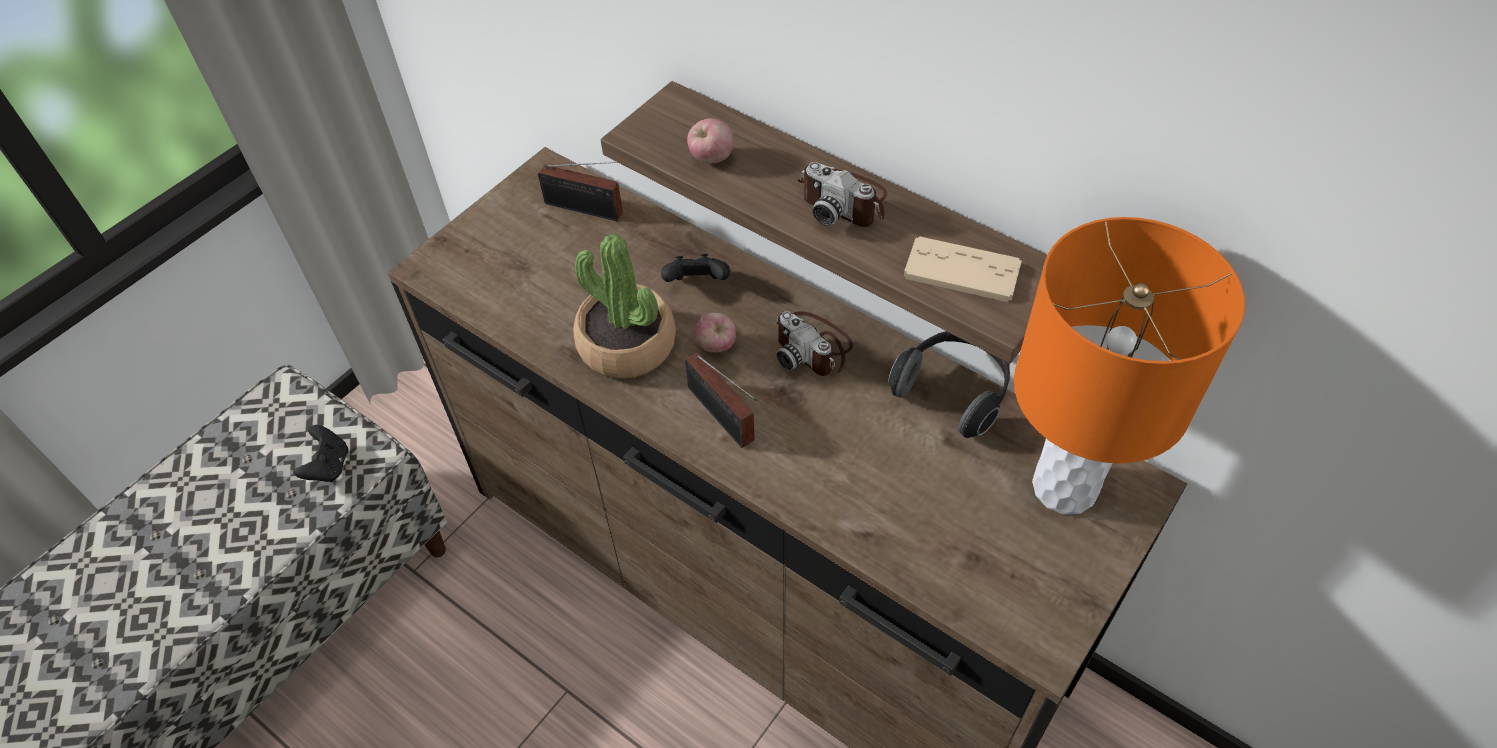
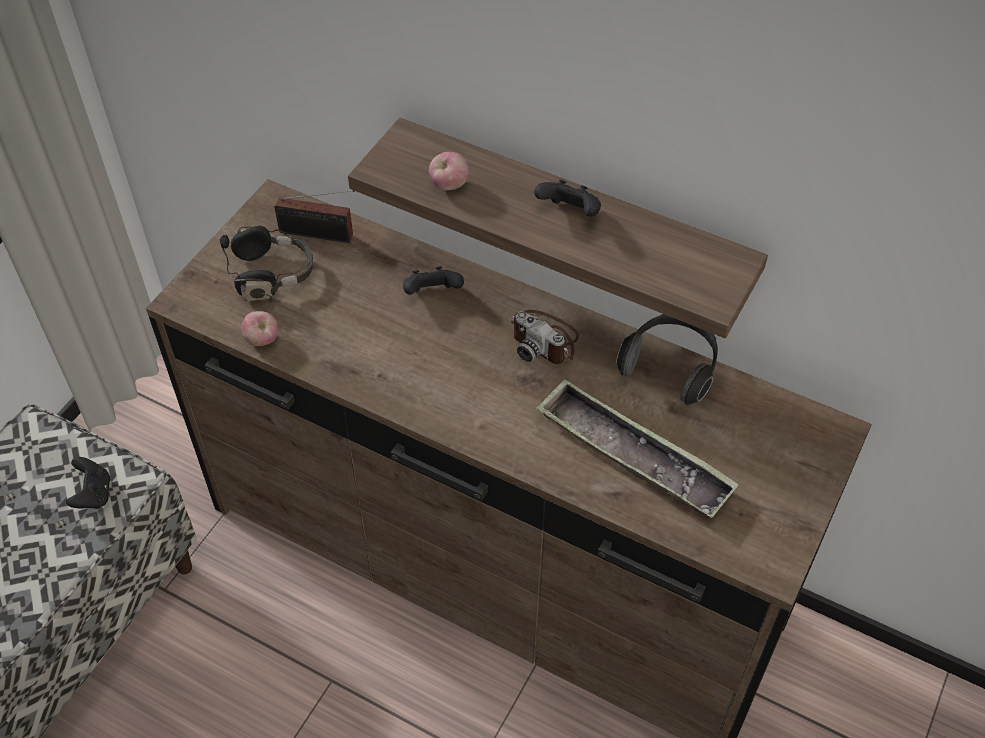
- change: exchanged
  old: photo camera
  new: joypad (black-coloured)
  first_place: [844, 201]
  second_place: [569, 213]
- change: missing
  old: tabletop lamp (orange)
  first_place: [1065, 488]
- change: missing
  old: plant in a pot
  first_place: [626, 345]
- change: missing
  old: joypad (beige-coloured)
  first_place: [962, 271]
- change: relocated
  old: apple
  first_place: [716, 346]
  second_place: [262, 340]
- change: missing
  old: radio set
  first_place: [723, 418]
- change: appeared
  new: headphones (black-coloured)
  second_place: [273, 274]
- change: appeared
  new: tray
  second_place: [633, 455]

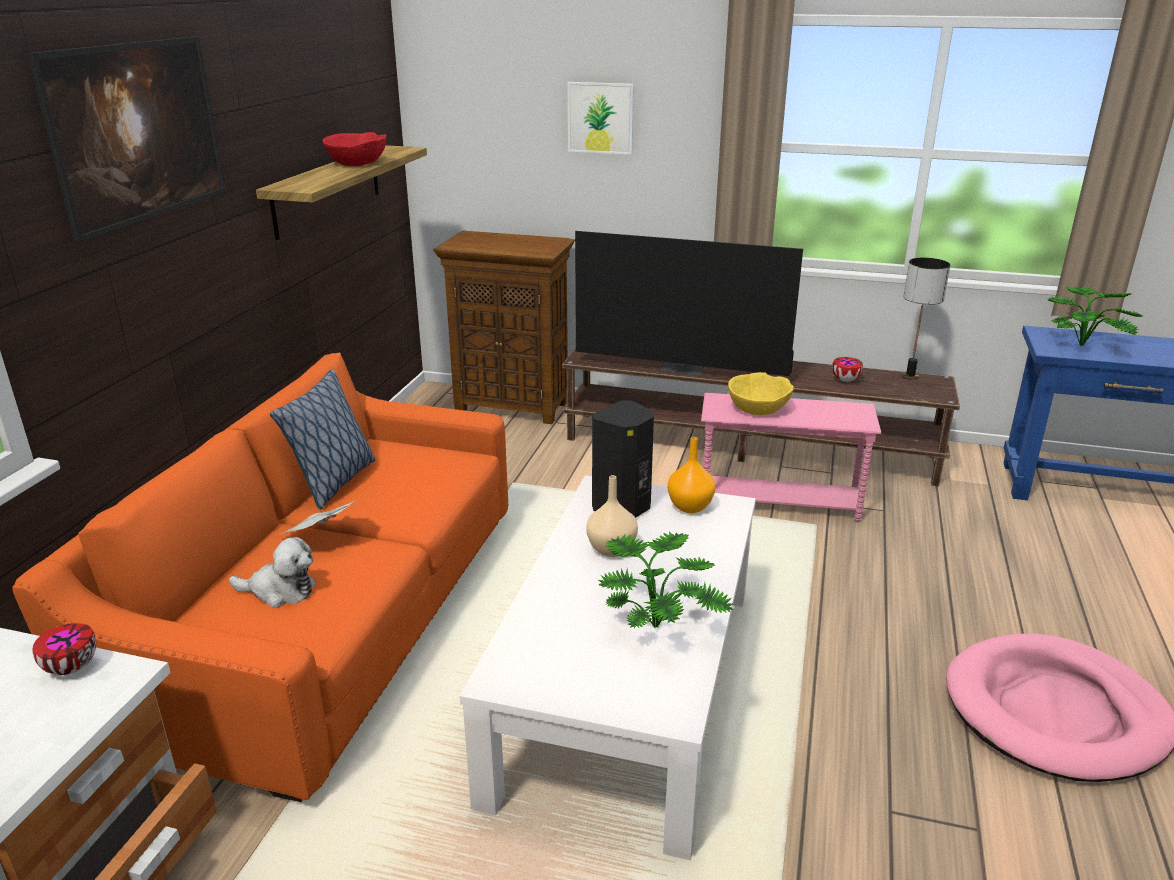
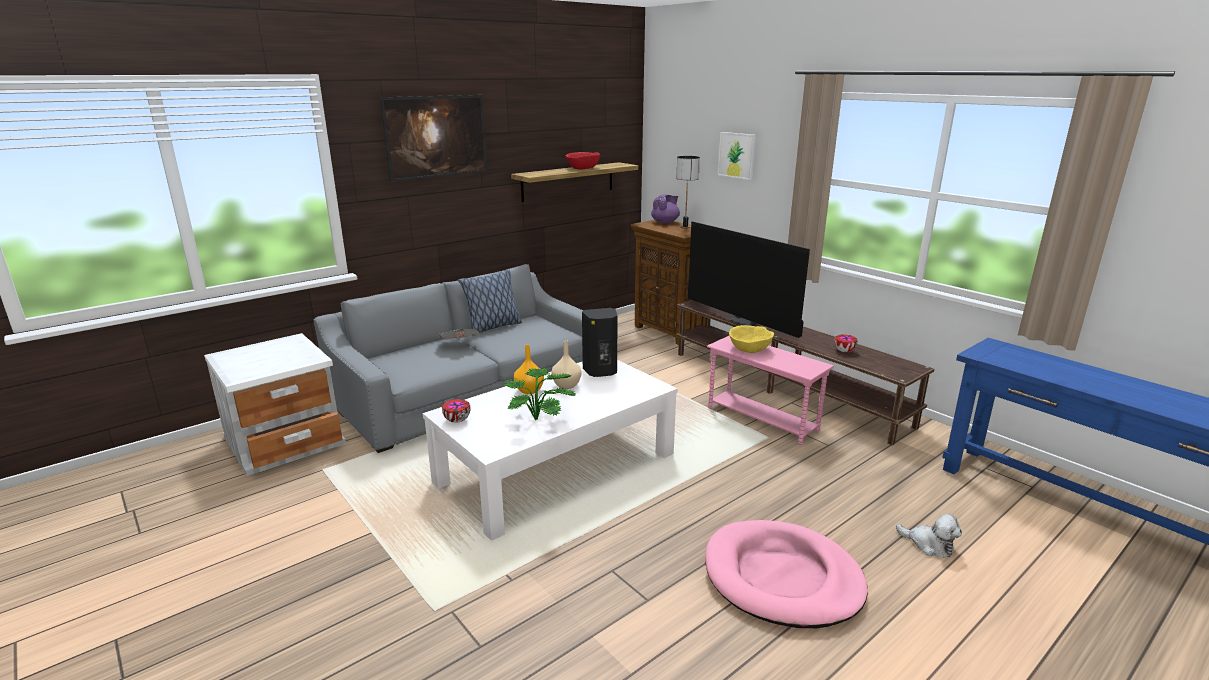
- change: relocated
  old: tabletop lamp
  first_place: [909, 376]
  second_place: [685, 227]
- change: missing
  old: plant in a pot
  first_place: [1086, 345]
- change: colour
  old: settee (orange)
  new: settee (grey)
  first_place: [330, 614]
  second_place: [470, 393]
- change: relocated
  old: vase (orange)
  first_place: [689, 506]
  second_place: [529, 390]
- change: relocated
  old: cuddly toy
  first_place: [280, 591]
  second_place: [929, 545]
- change: relocated
  old: bowl
  first_place: [71, 666]
  second_place: [457, 420]
- change: appeared
  new: pot for tea (purplish)
  second_place: [665, 222]

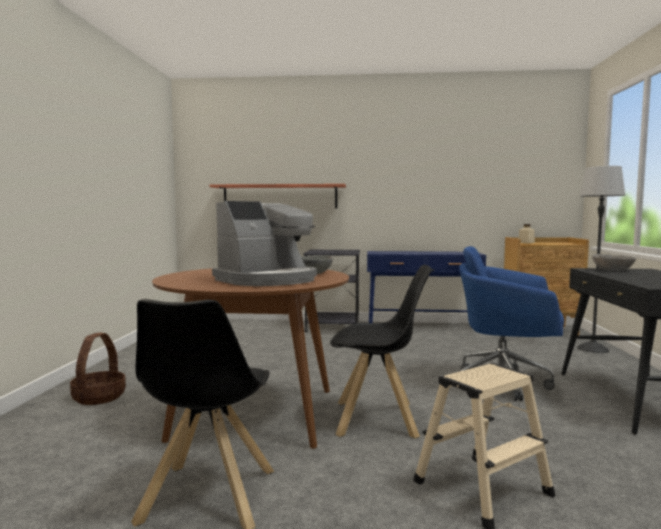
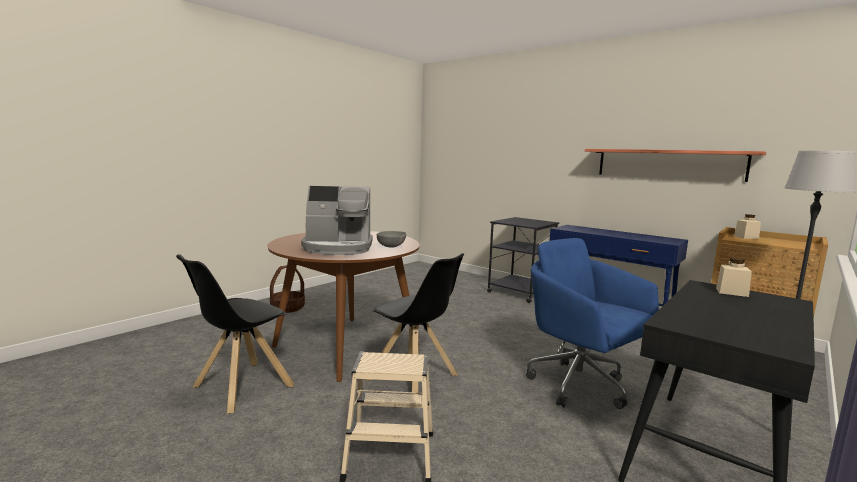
- change: relocated
  old: shelf
  first_place: [280, 196]
  second_place: [668, 164]
- change: exchanged
  old: bowl (grey)
  new: preserve jar (beige-coloured)
  first_place: [612, 270]
  second_place: [732, 292]

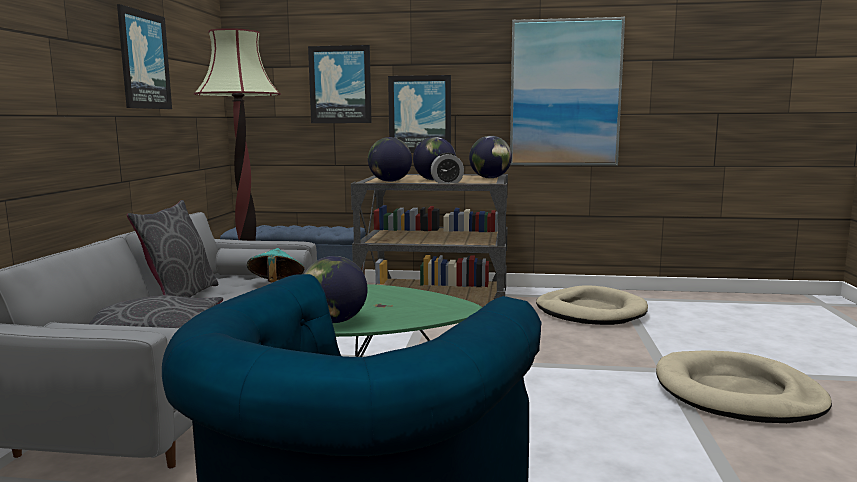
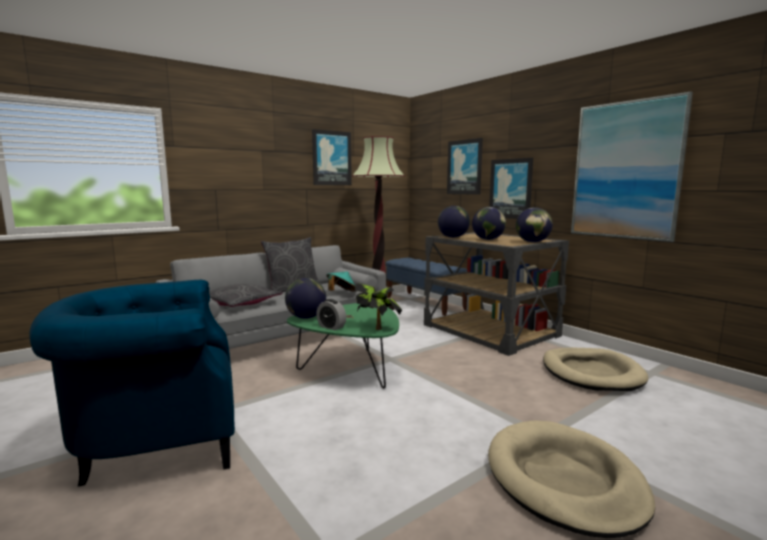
- change: relocated
  old: table clock
  first_place: [447, 182]
  second_place: [331, 327]
- change: appeared
  new: plant in a pot
  second_place: [377, 327]

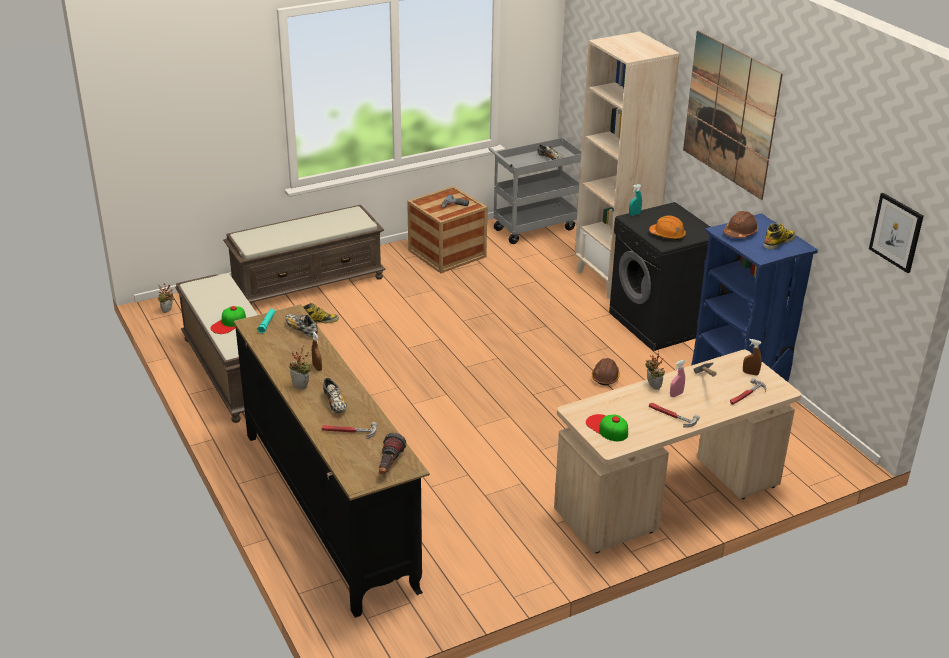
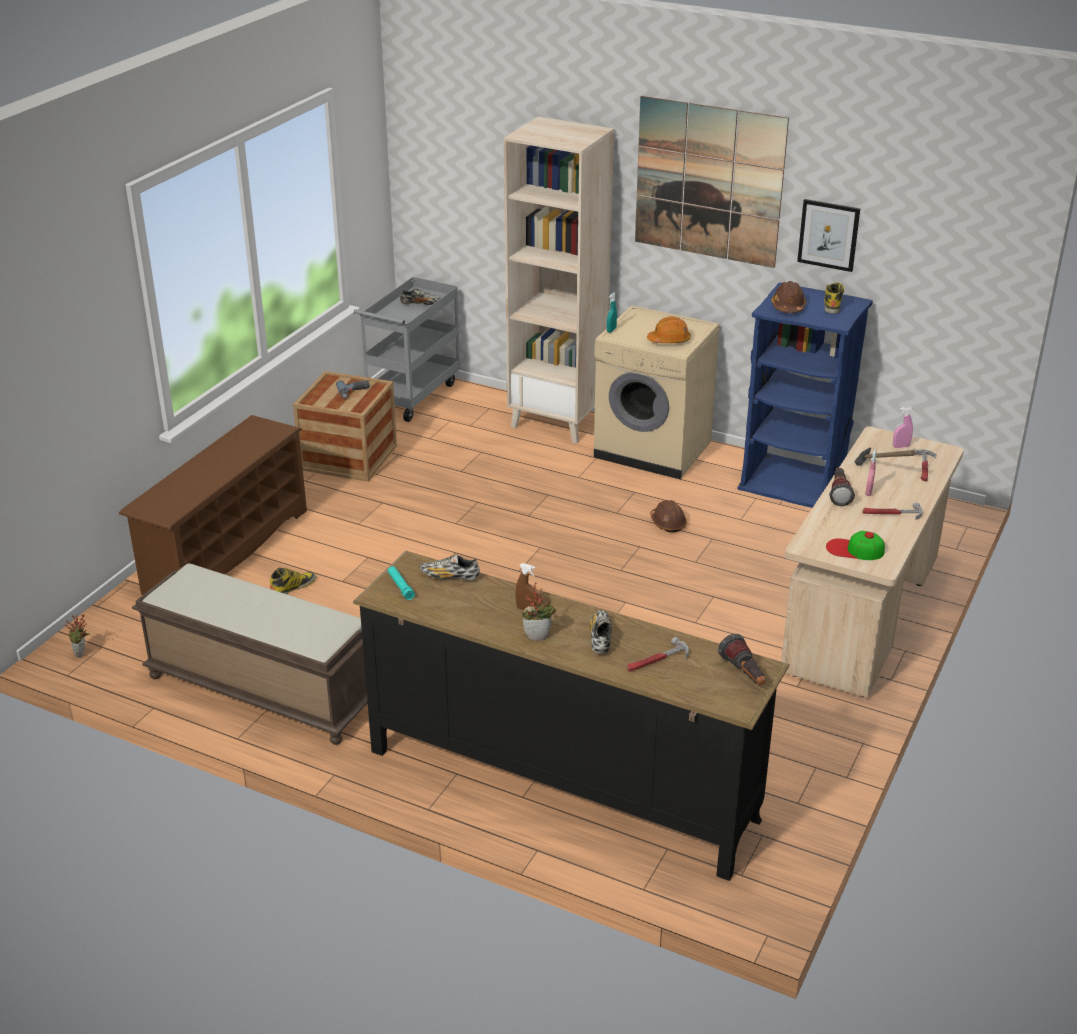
- change: relocated
  old: wall picture
  first_place: [896, 232]
  second_place: [828, 235]
- change: colour
  old: laundry machine (black-coloured)
  new: laundry machine (beige-coloured)
  first_place: [657, 324]
  second_place: [652, 451]
- change: exchanged
  old: long seat (brown)
  new: shoe stand (brown)
  first_place: [308, 283]
  second_place: [225, 550]
- change: missing
  old: peaked cap
  first_place: [229, 323]
- change: colour
  old: hand sprayer (brown)
  new: hand sprayer (pink)
  first_place: [750, 373]
  second_place: [900, 446]
- change: exchanged
  old: plant in a pot
  new: hand torch
  first_place: [652, 386]
  second_place: [839, 493]
- change: spun
  old: shoe
  first_place: [335, 403]
  second_place: [600, 638]
  degrees: -120

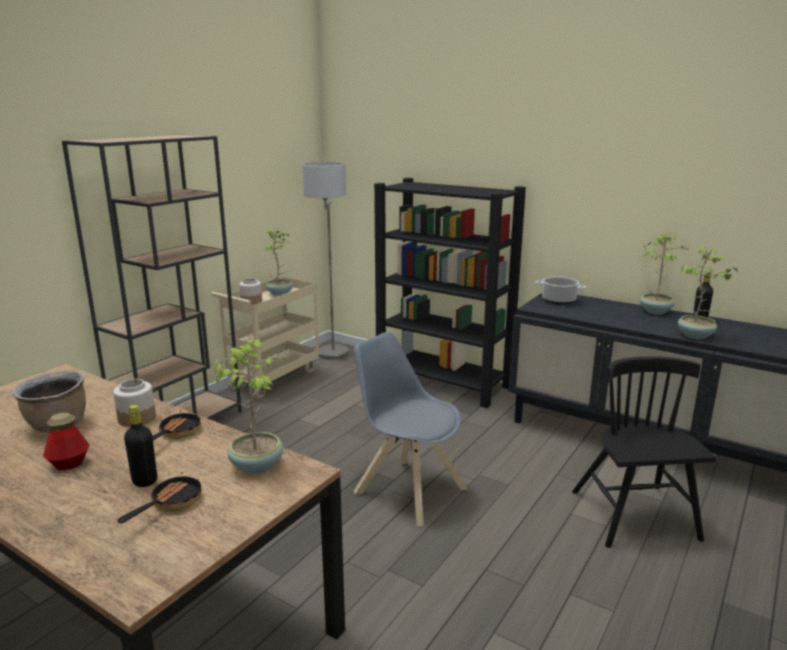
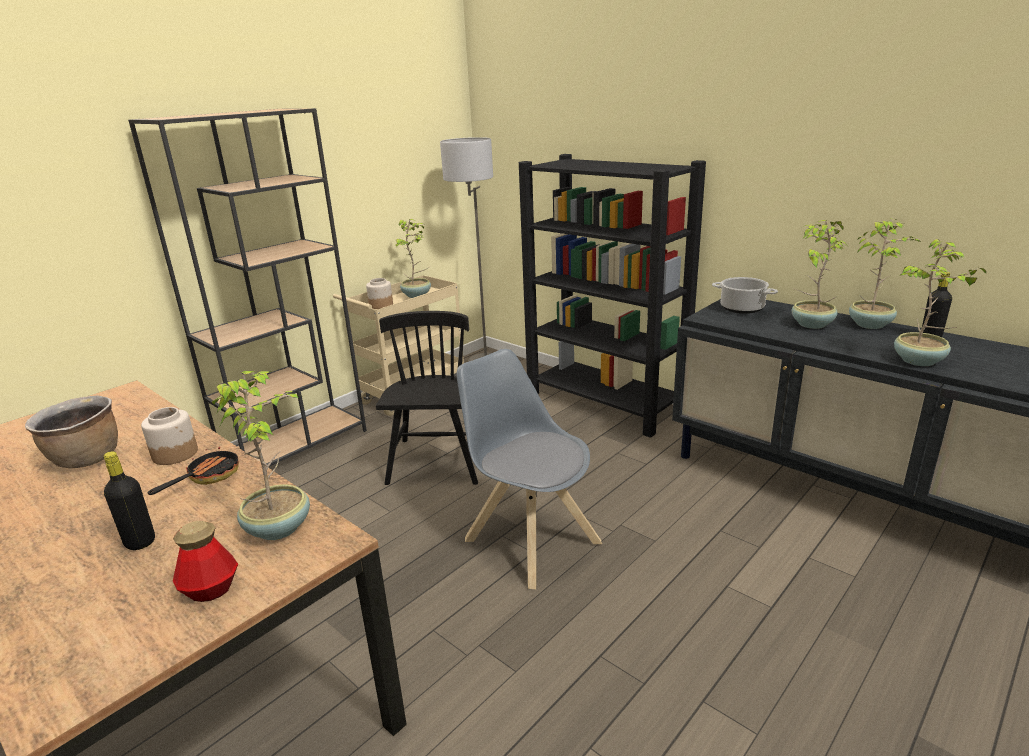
- change: relocated
  old: upright chair (black-coloured)
  first_place: [637, 519]
  second_place: [437, 464]
- change: relocated
  old: beverage bottle
  first_place: [69, 464]
  second_place: [211, 590]
- change: missing
  old: frying pan
  first_place: [170, 504]
- change: appeared
  new: plant in a pot
  second_place: [810, 324]

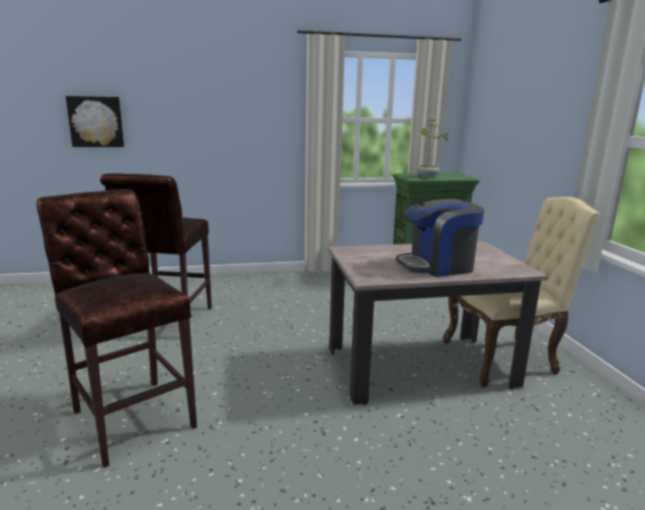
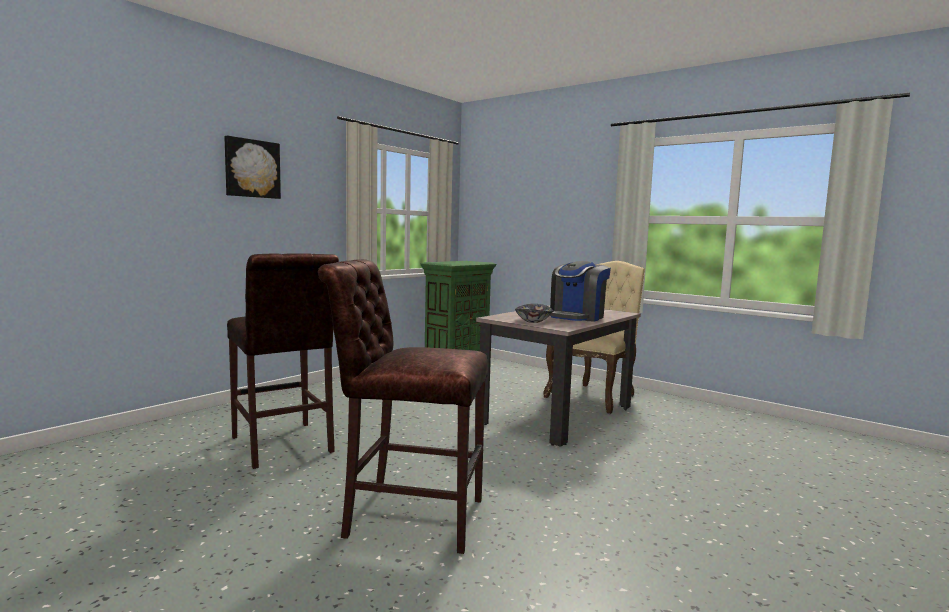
- change: relocated
  old: wall picture
  first_place: [96, 121]
  second_place: [252, 168]
- change: missing
  old: plant in a pot
  first_place: [427, 177]
- change: appeared
  new: bowl
  second_place: [533, 321]

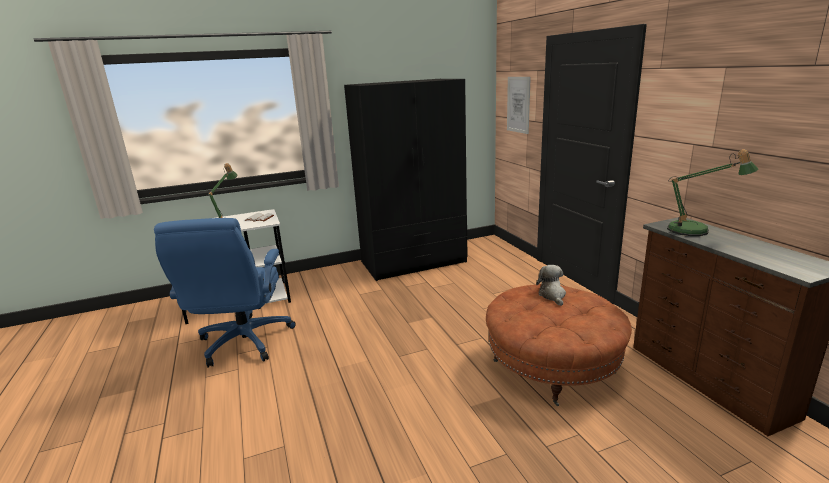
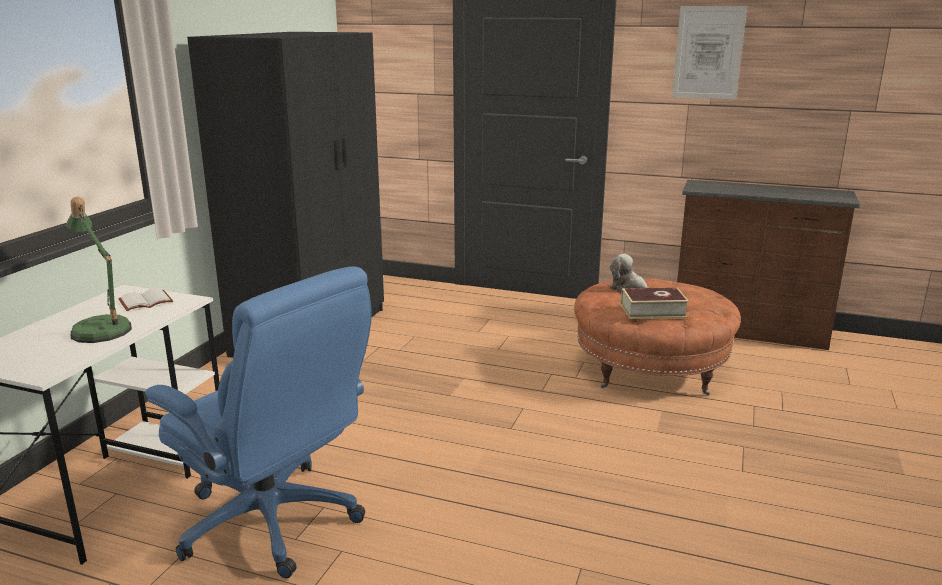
- change: relocated
  old: wall picture
  first_place: [518, 104]
  second_place: [708, 52]
- change: missing
  old: tabletop lamp
  first_place: [695, 231]
- change: appeared
  new: volume
  second_place: [653, 311]

